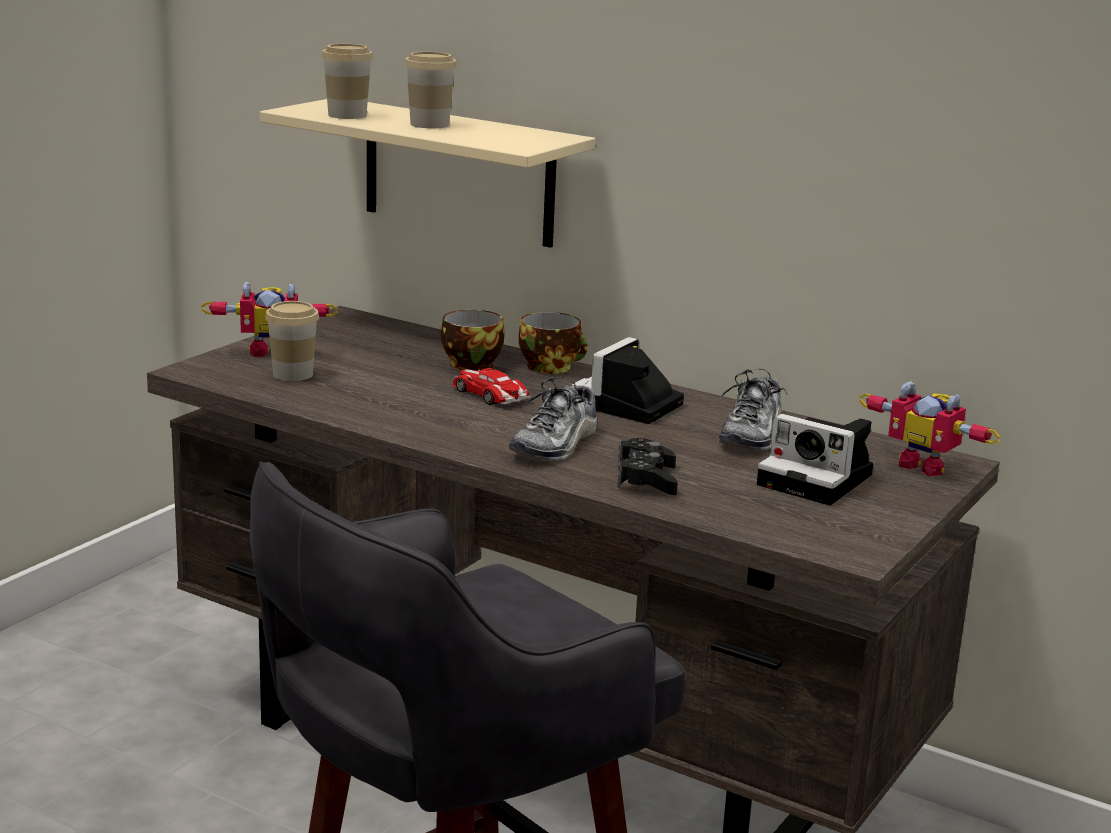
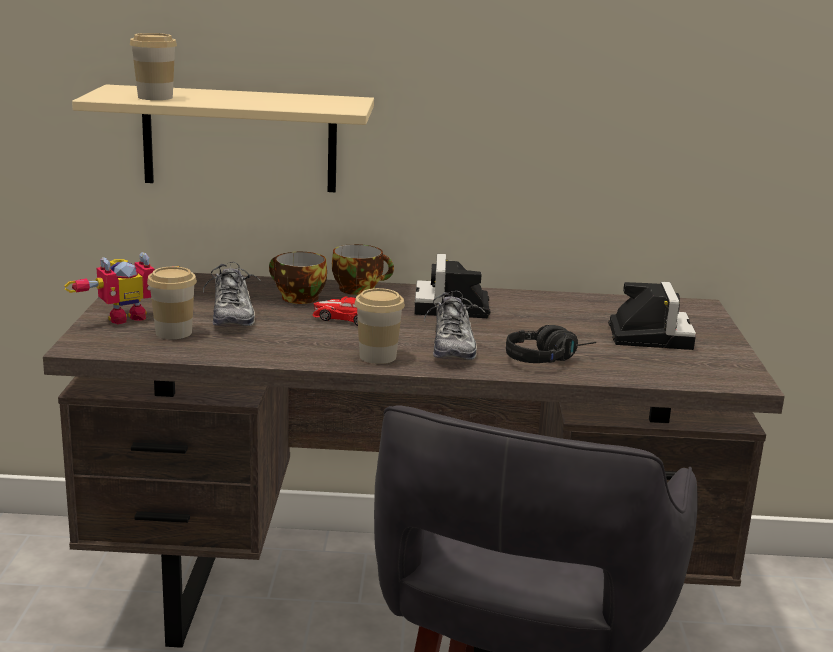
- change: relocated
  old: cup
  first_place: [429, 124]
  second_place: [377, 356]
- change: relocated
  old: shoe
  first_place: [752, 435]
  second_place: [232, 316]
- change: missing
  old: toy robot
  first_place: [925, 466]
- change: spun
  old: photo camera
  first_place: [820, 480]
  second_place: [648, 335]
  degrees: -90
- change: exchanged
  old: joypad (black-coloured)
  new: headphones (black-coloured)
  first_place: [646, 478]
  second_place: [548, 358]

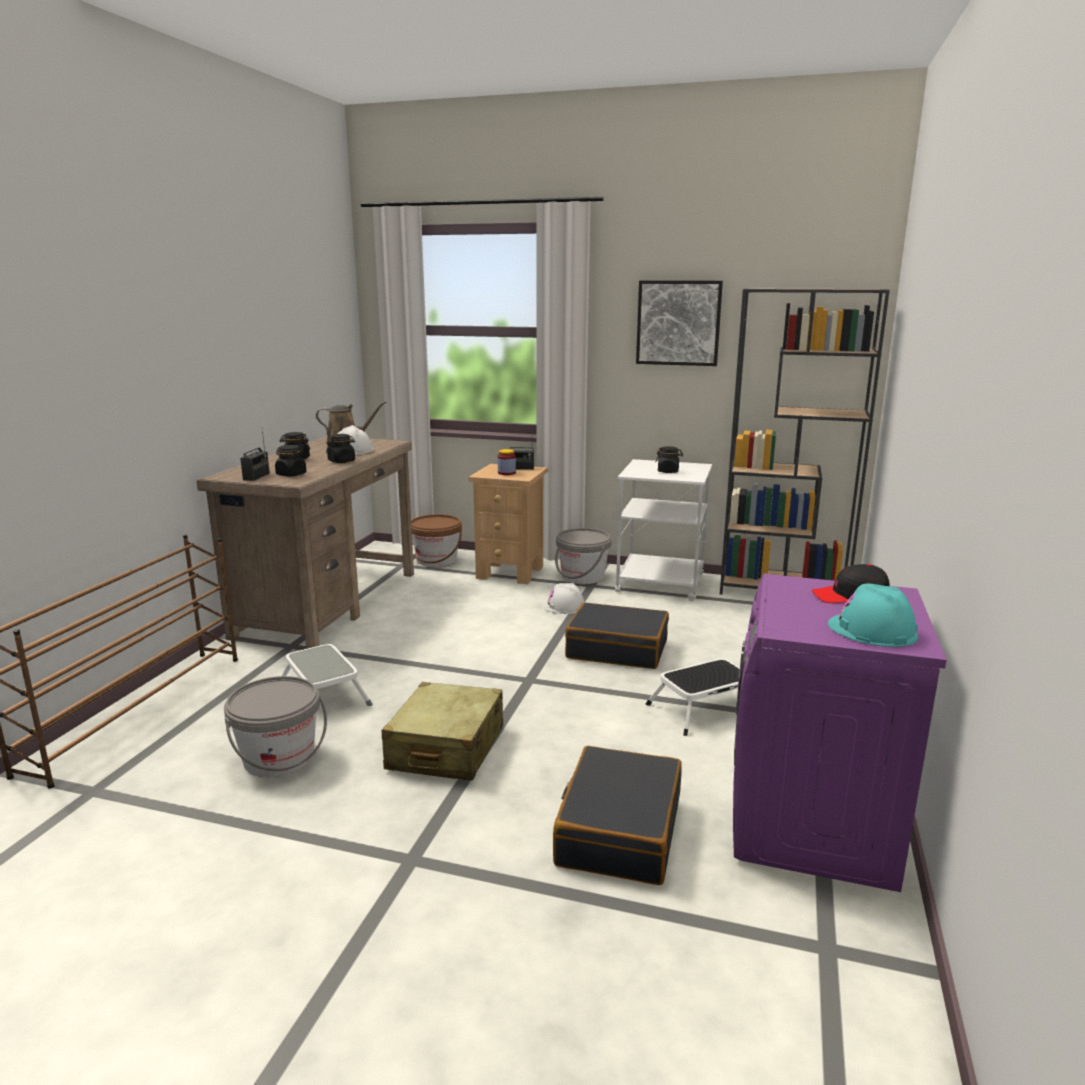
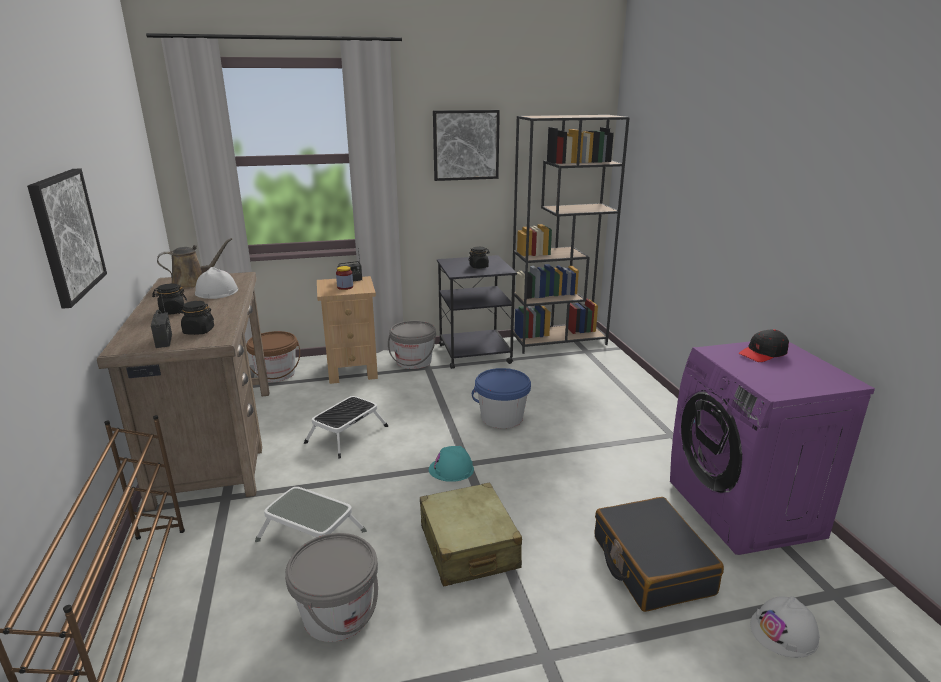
- change: missing
  old: preserve jar (black-coloured)
  first_place: [341, 461]
- change: colour
  old: cart (white)
  new: cart (black-coloured)
  first_place: [662, 583]
  second_place: [476, 353]
- change: relocated
  old: work helmet (white)
  first_place: [564, 606]
  second_place: [784, 632]
- change: relocated
  old: work helmet (turquoise-coloured)
  first_place: [872, 630]
  second_place: [451, 469]
- change: exchanged
  old: travel case (black-coloured)
  new: pail (bluish)
  first_place: [617, 649]
  second_place: [501, 417]
- change: relocated
  old: step ladder (black-coloured)
  first_place: [705, 708]
  second_place: [347, 434]
- change: appeared
  new: wall picture
  second_place: [67, 235]

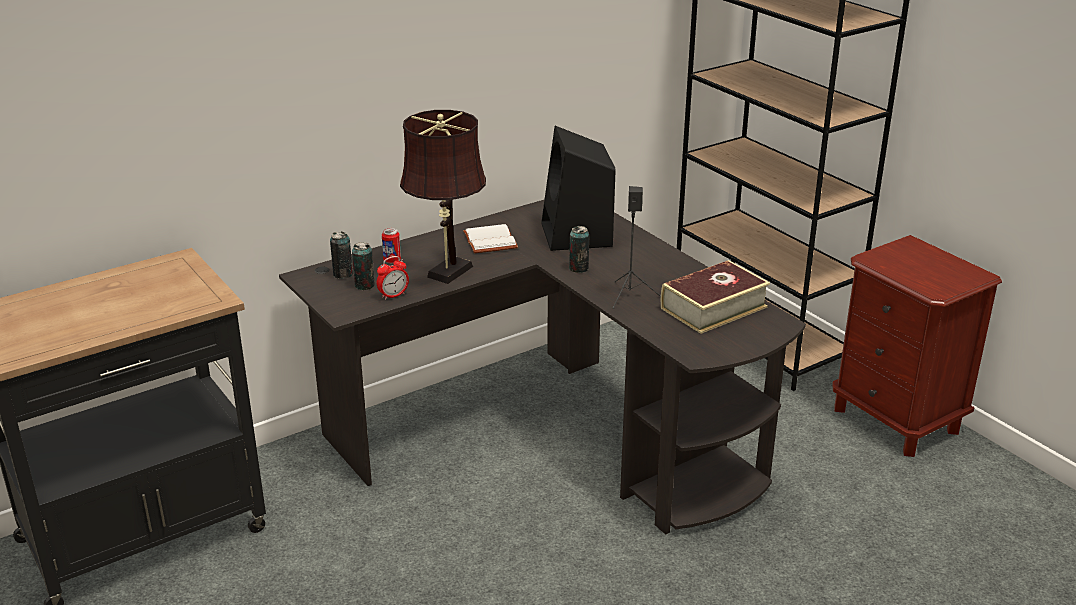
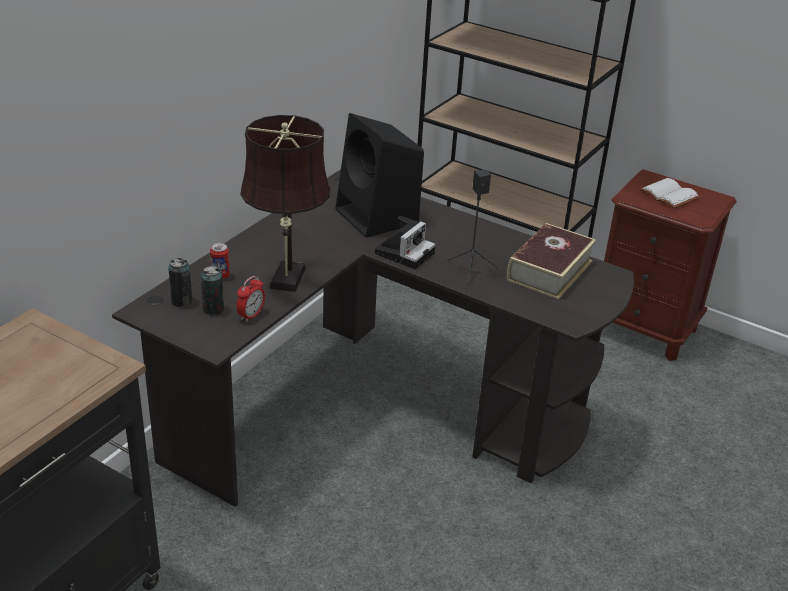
- change: relocated
  old: volume (white)
  first_place: [488, 241]
  second_place: [667, 195]
- change: exchanged
  old: sealed can
  new: photo camera
  first_place: [578, 268]
  second_place: [405, 252]

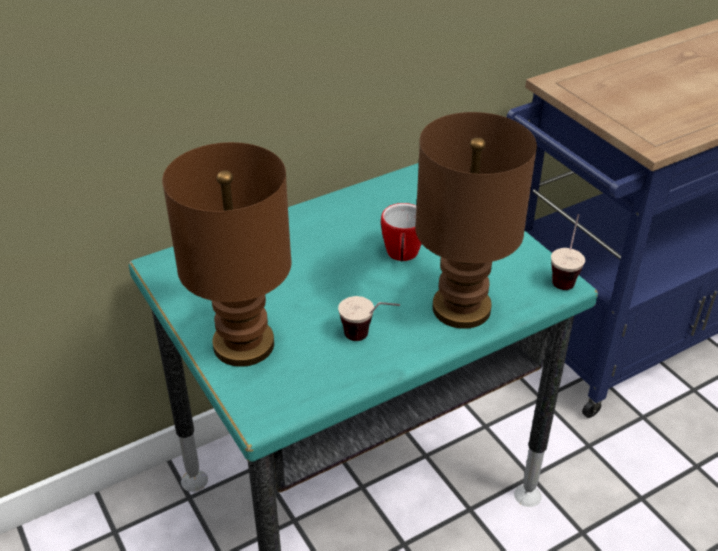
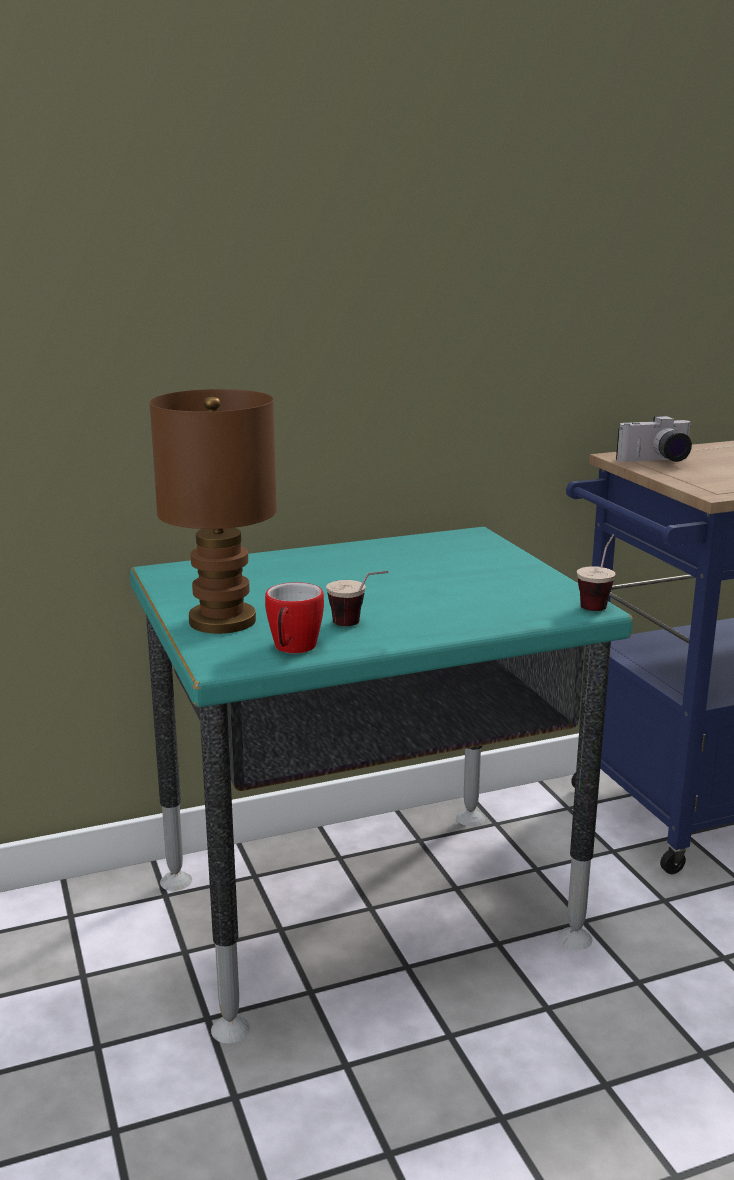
- change: missing
  old: tabletop lamp (brown)
  first_place: [463, 308]
- change: relocated
  old: coffee mug
  first_place: [402, 256]
  second_place: [292, 649]
- change: appeared
  new: photo camera
  second_place: [657, 461]

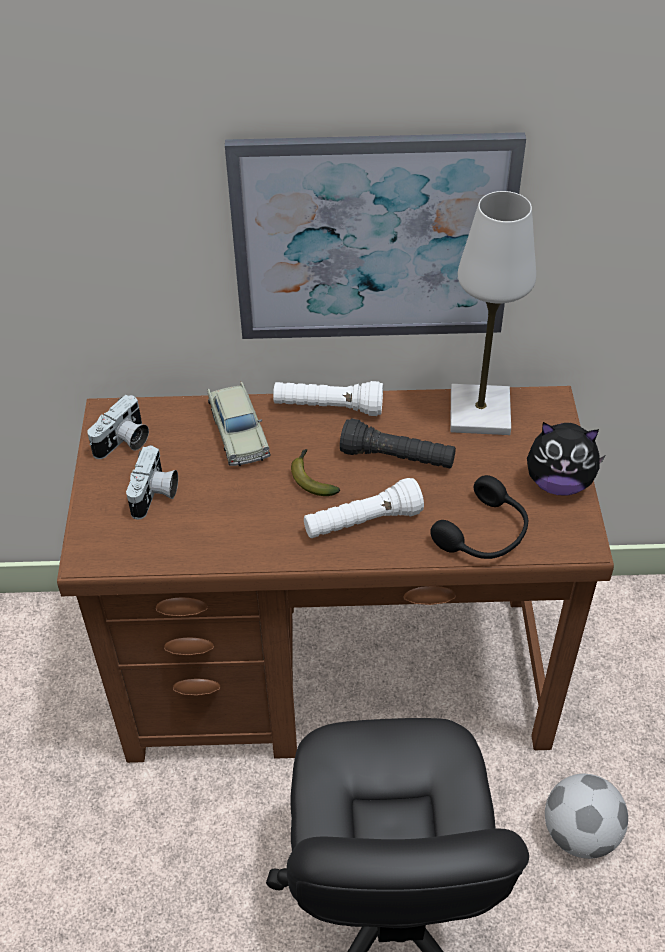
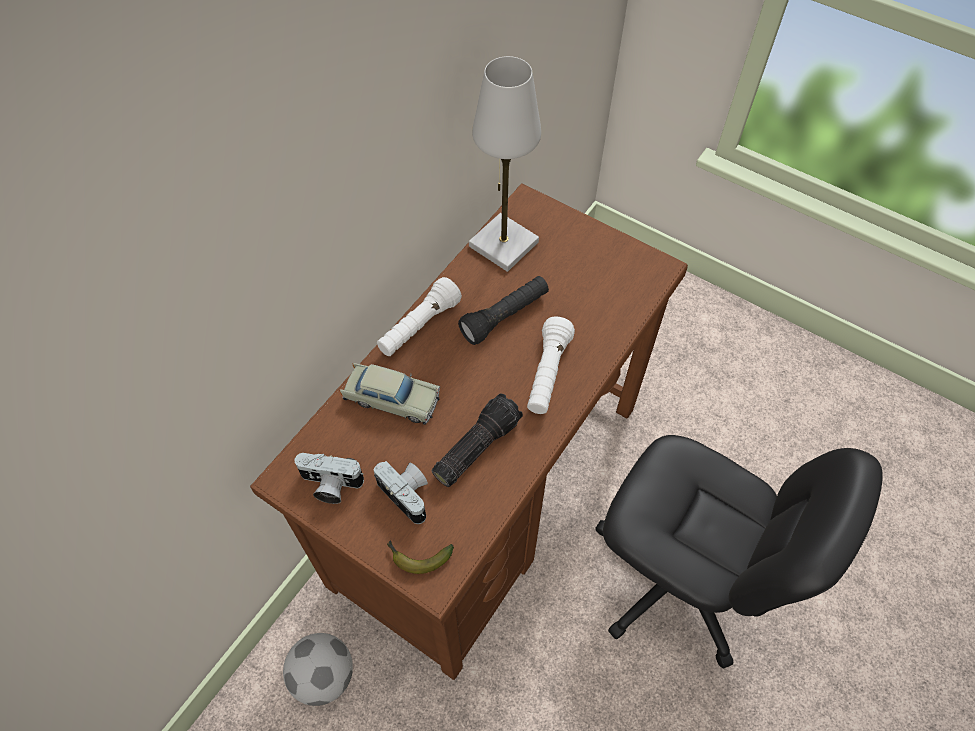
- change: missing
  old: wall picture
  first_place: [373, 239]
- change: spun
  old: photo camera
  first_place: [124, 442]
  second_place: [330, 485]
  degrees: 120
- change: missing
  old: cuddly toy
  first_place: [558, 483]
- change: relocated
  old: banana
  first_place: [311, 478]
  second_place: [417, 557]
- change: missing
  old: headphones (black-coloured)
  first_place: [485, 534]
- change: relocated
  old: football
  first_place: [579, 833]
  second_place: [324, 676]
- change: appeared
  new: hand torch
  second_place: [475, 446]

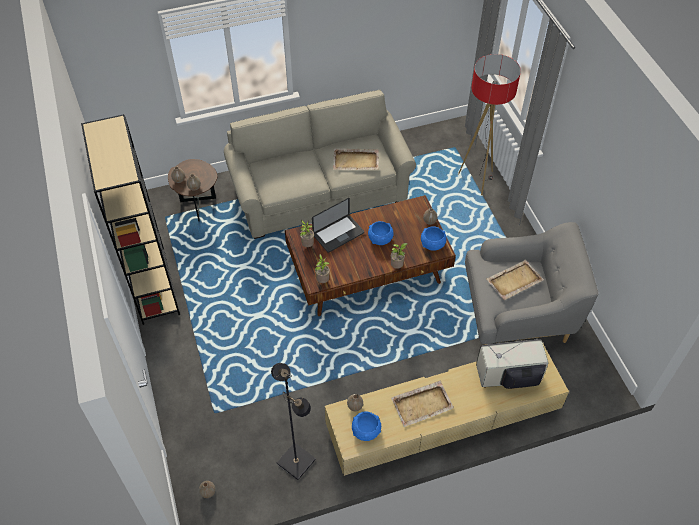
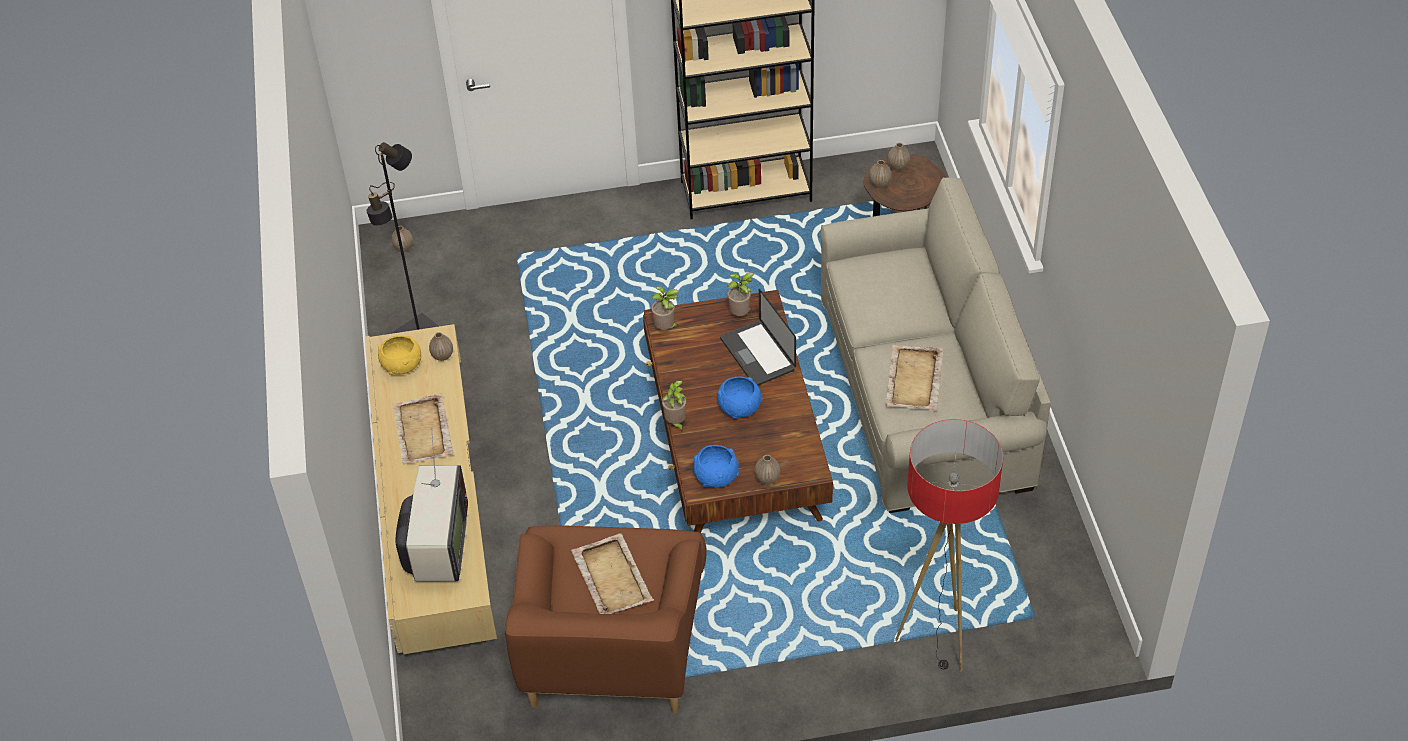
- change: colour
  old: lounge chair (grey)
  new: lounge chair (brown)
  first_place: [518, 311]
  second_place: [611, 647]
- change: colour
  old: bowl (bluish)
  new: bowl (yellow-coloured)
  first_place: [366, 430]
  second_place: [401, 364]

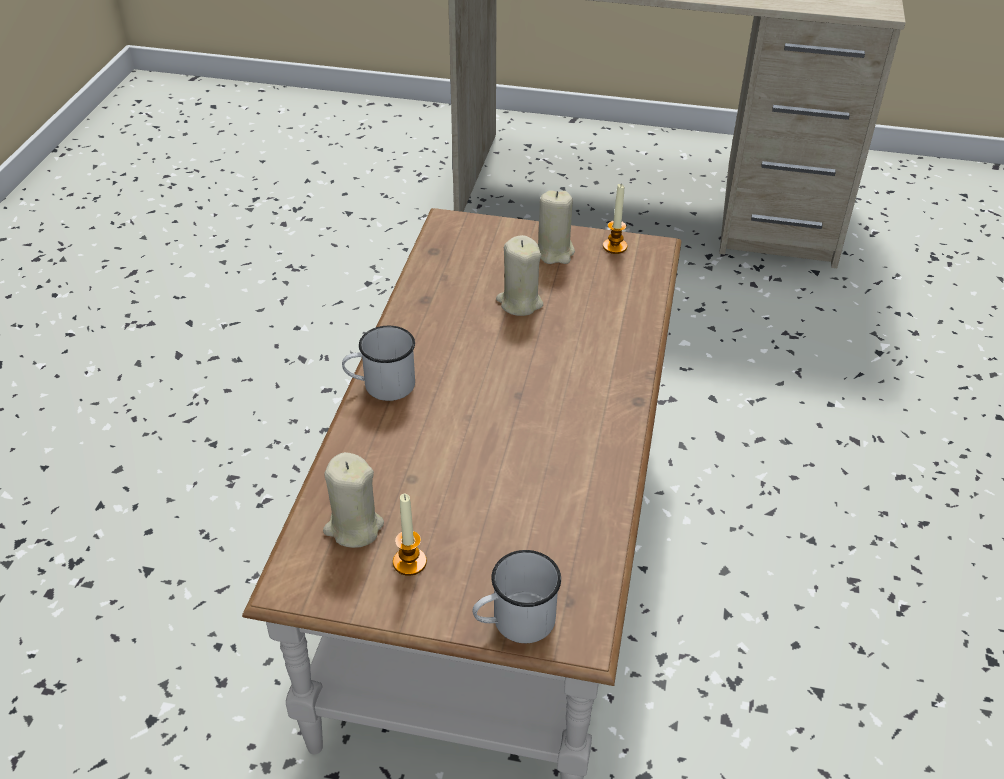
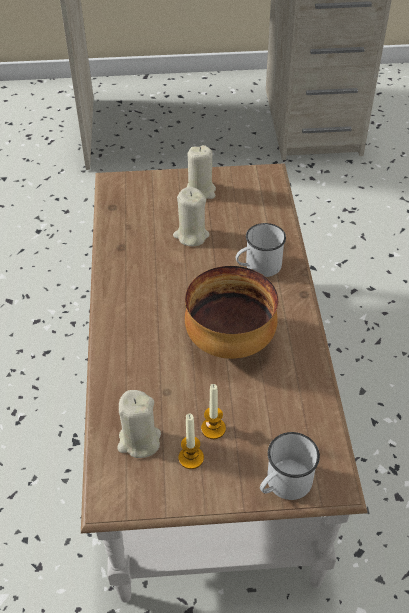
- change: relocated
  old: wax candle
  first_place: [615, 246]
  second_place: [213, 429]
- change: relocated
  old: coffee mug (white)
  first_place: [381, 385]
  second_place: [258, 267]
- change: appeared
  new: bowl
  second_place: [230, 343]

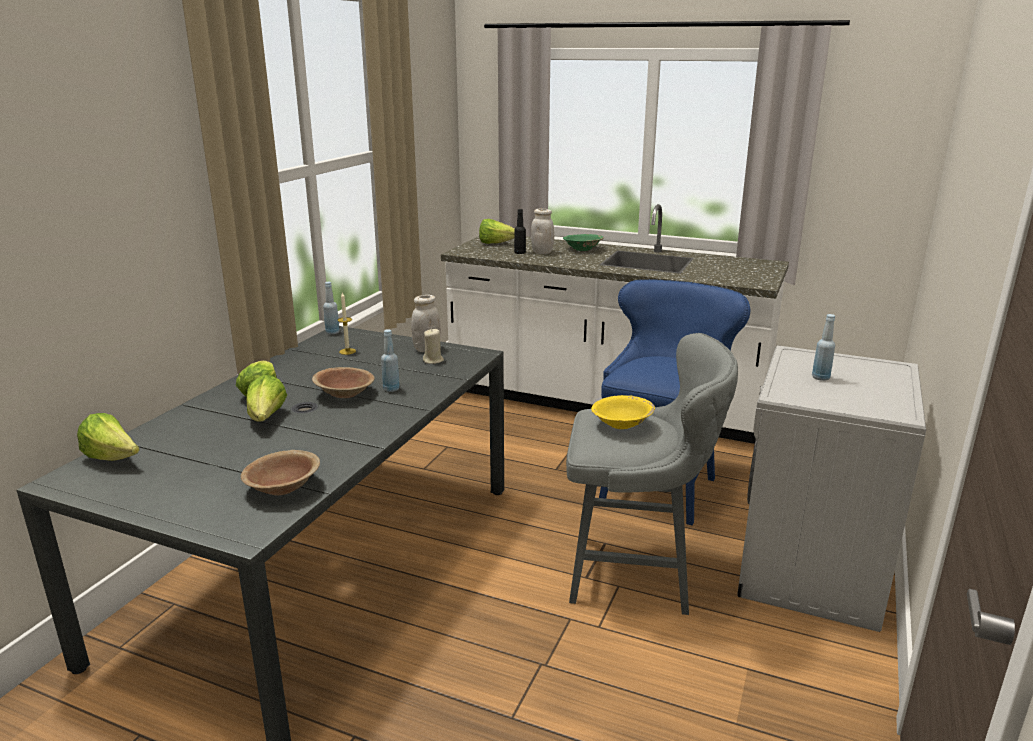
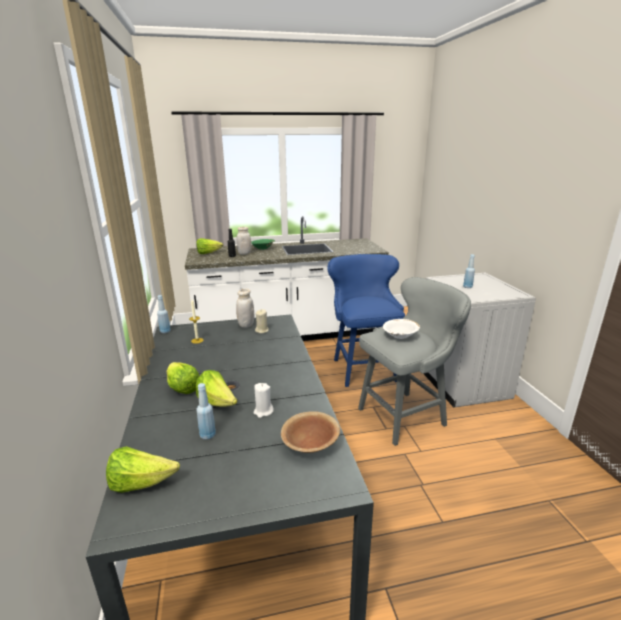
- change: relocated
  old: beverage bottle (bluish)
  first_place: [391, 389]
  second_place: [207, 435]
- change: missing
  old: bowl (brown)
  first_place: [345, 394]
- change: colour
  old: bowl (yellow-coloured)
  new: bowl (white)
  first_place: [621, 424]
  second_place: [400, 335]
- change: appeared
  new: wax candle (white)
  second_place: [263, 411]

